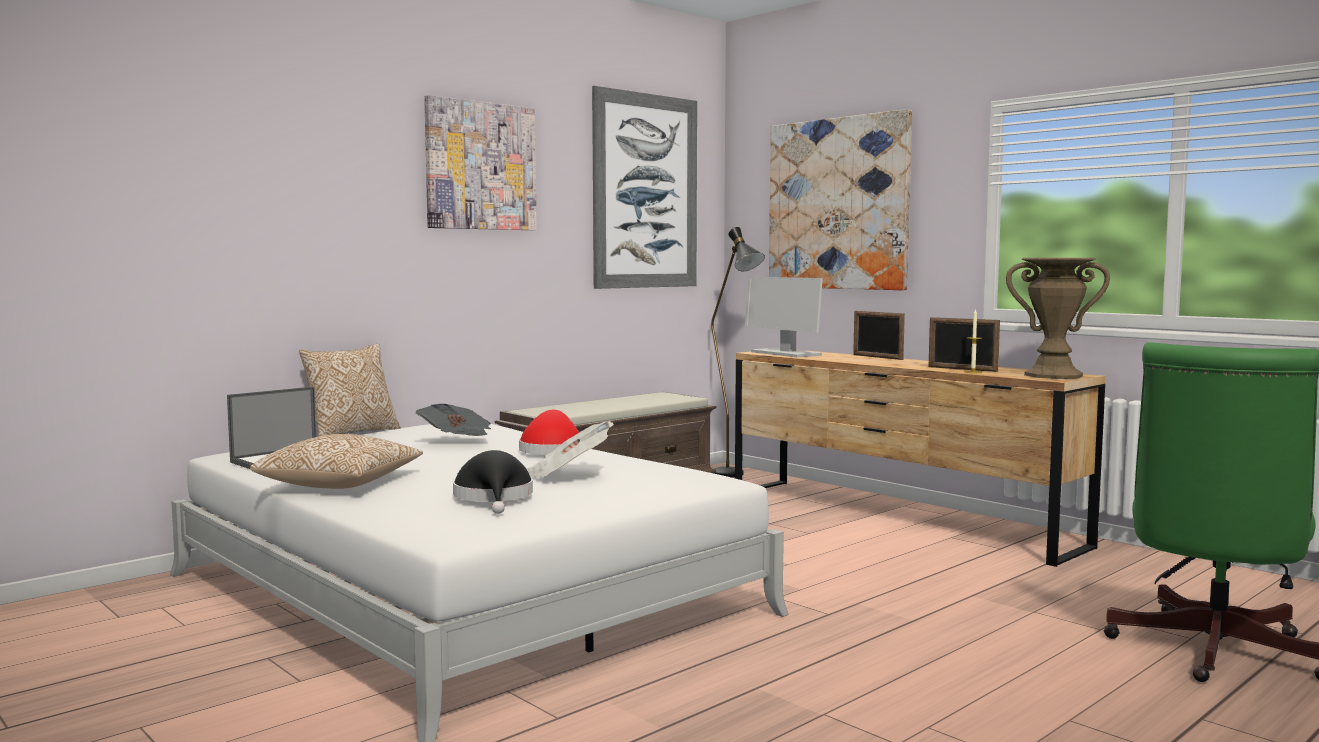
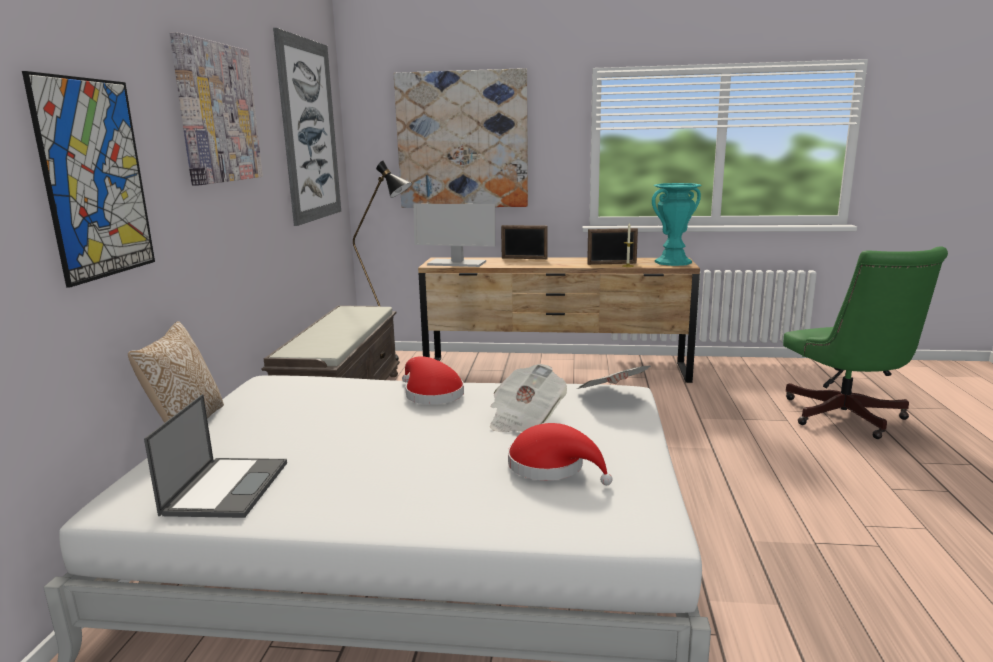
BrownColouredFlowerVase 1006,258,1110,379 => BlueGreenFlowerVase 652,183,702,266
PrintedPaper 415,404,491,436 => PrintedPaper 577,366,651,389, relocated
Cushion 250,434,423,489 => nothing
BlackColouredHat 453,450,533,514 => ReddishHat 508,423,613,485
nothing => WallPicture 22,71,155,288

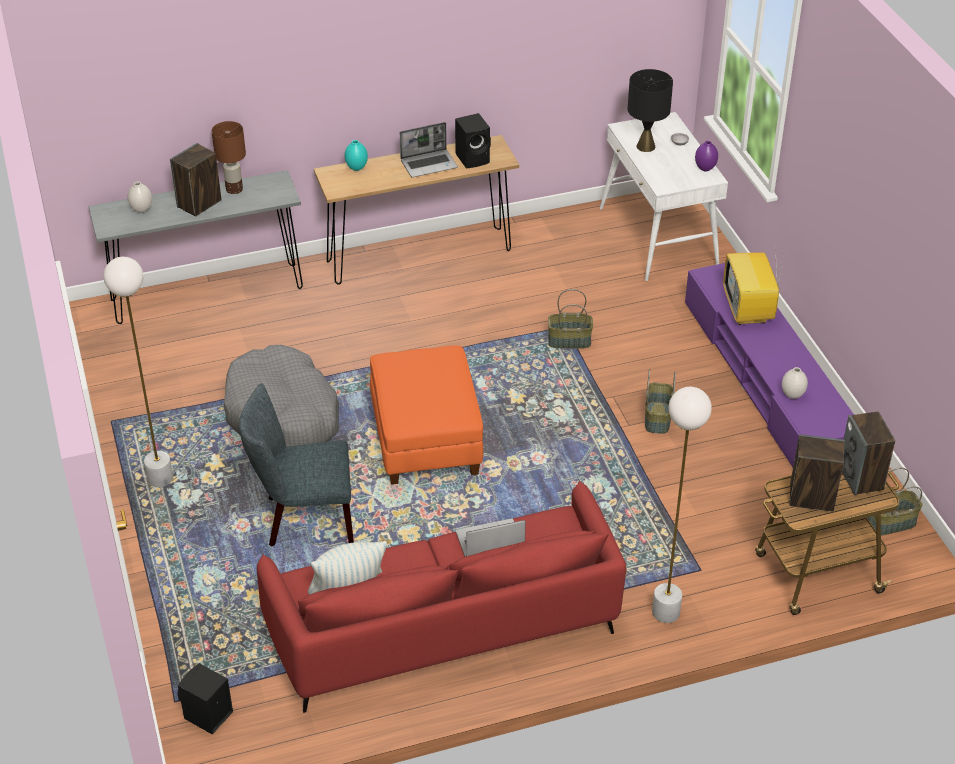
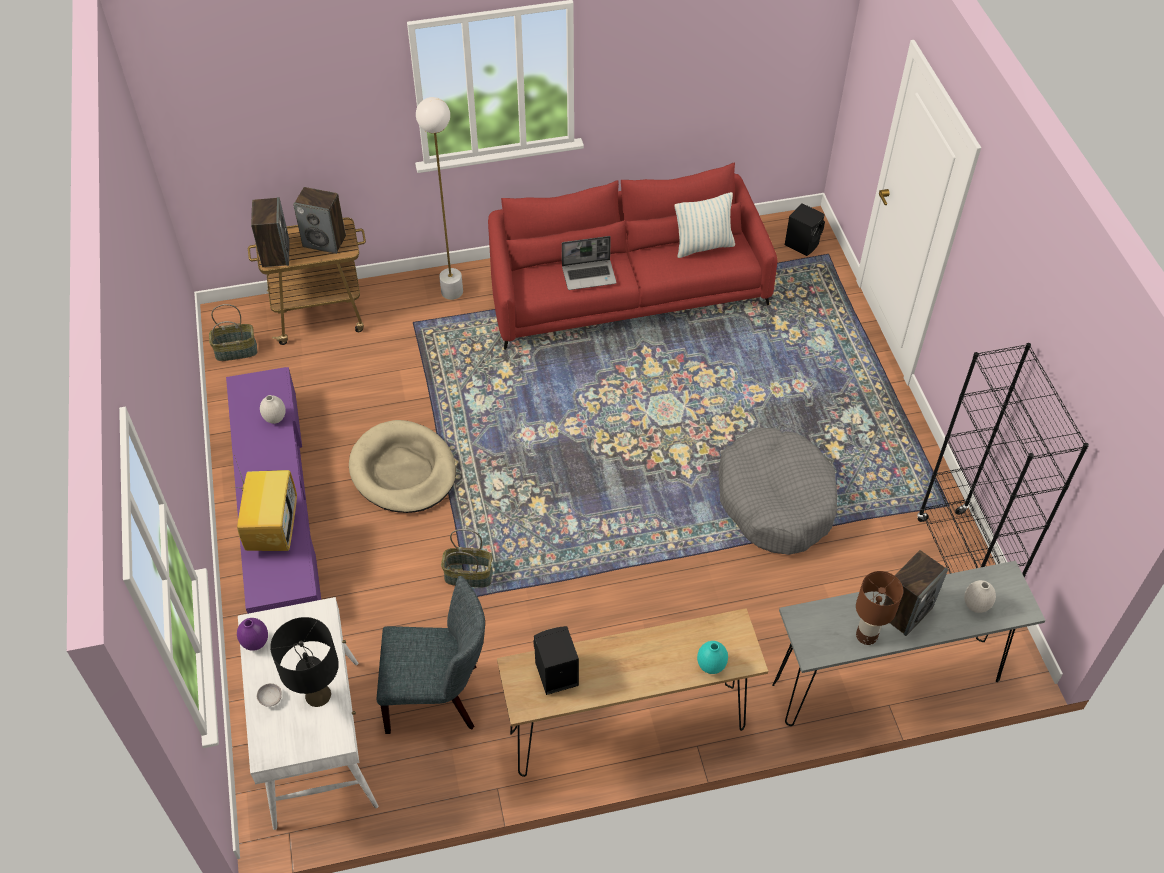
Laptop 400,122,458,177 => nothing
WhiteFloorLamp 103,257,173,487 => nothing
OrangePouffe 370,345,483,485 => nothing
StorageBasket 645,369,676,434 => SandColouredDogBed 349,420,456,513
GrayChair 239,383,354,547 => GrayChair 377,576,485,734, relocated
nothing => BlackColouredShelvingUnit 917,343,1089,577

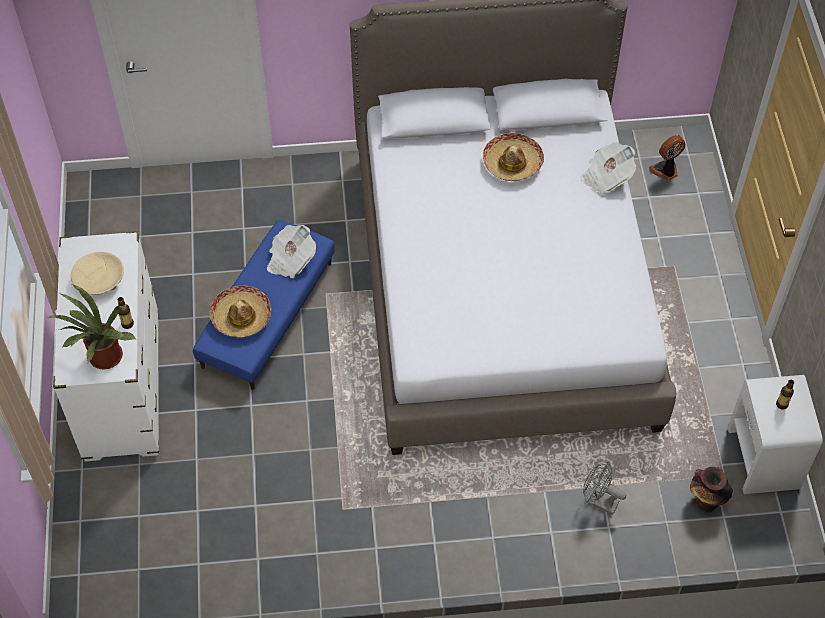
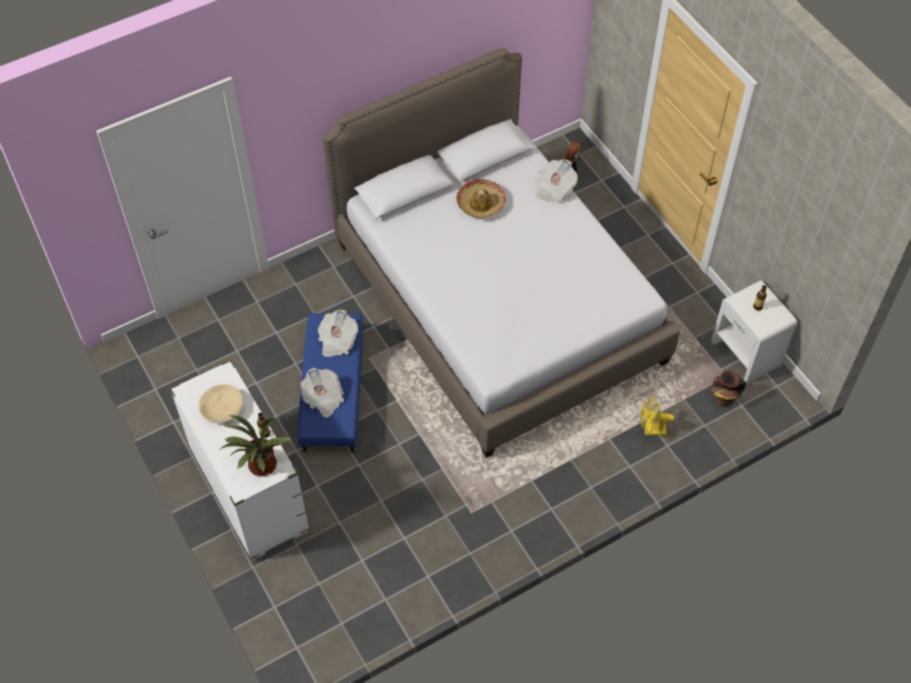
Hat 210,285,271,337 => PrintedPaper 300,368,344,417
GrayElectricFan 583,461,626,515 => YellowColouredElectricFan 640,397,674,436

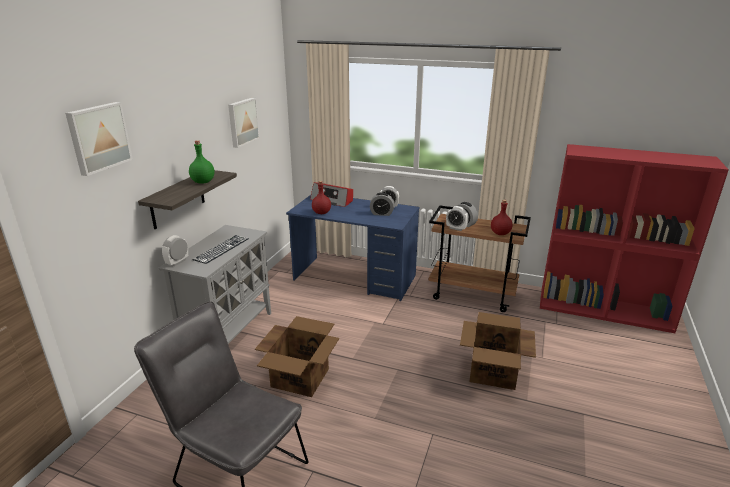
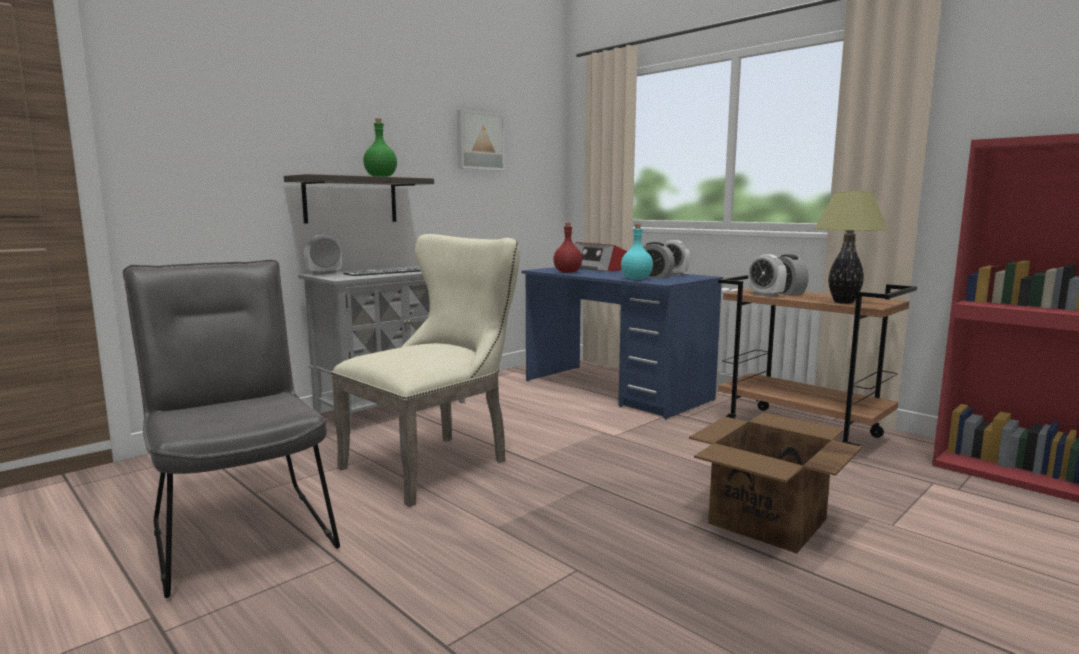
WallPicture 65,102,133,176 => nothing
ReddishBottle 491,200,512,235 => TabletopLamp 814,191,888,304
PackingBox 255,316,339,397 => SandColouredChair 331,234,520,507
nothing => BlueGreenBottle 621,224,653,280

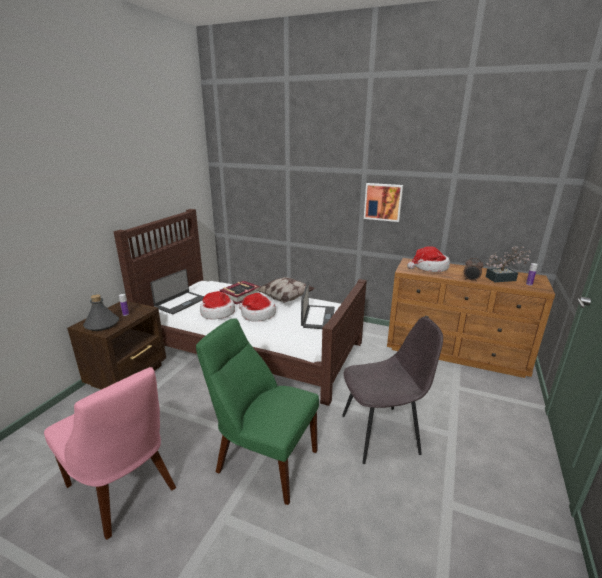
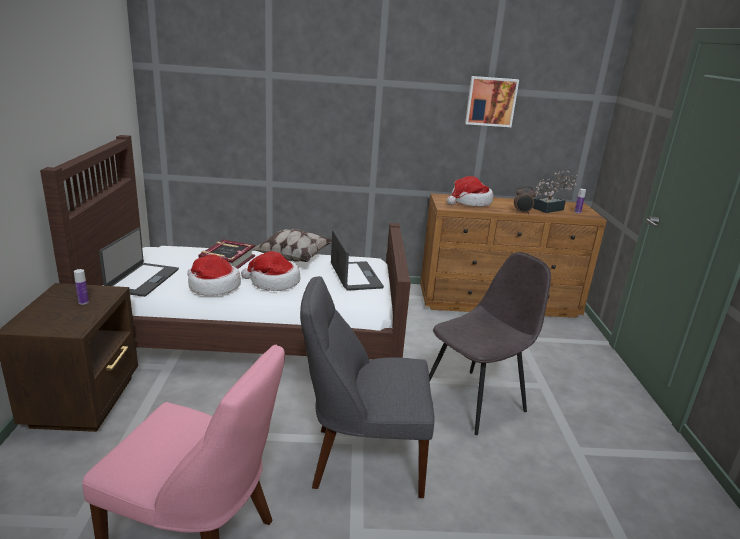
WallPicture 364,183,403,222 => WallPicture 465,76,519,127, relocated
GrayBottle 83,294,119,331 => nothing
GreenChair 196,318,319,505 => GrayChair 300,276,435,498

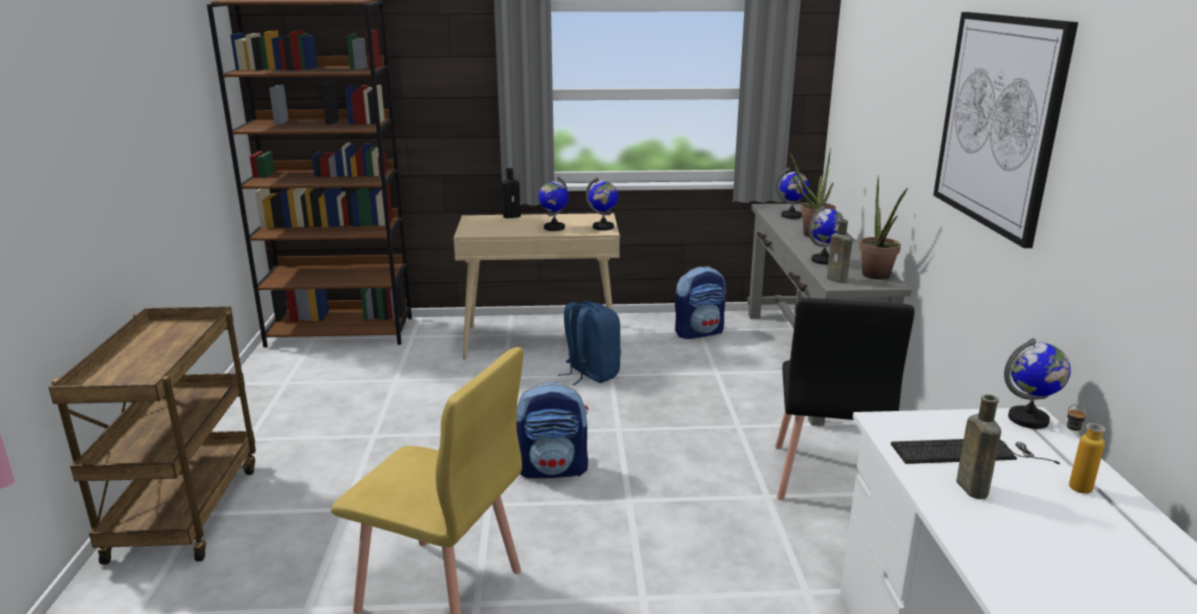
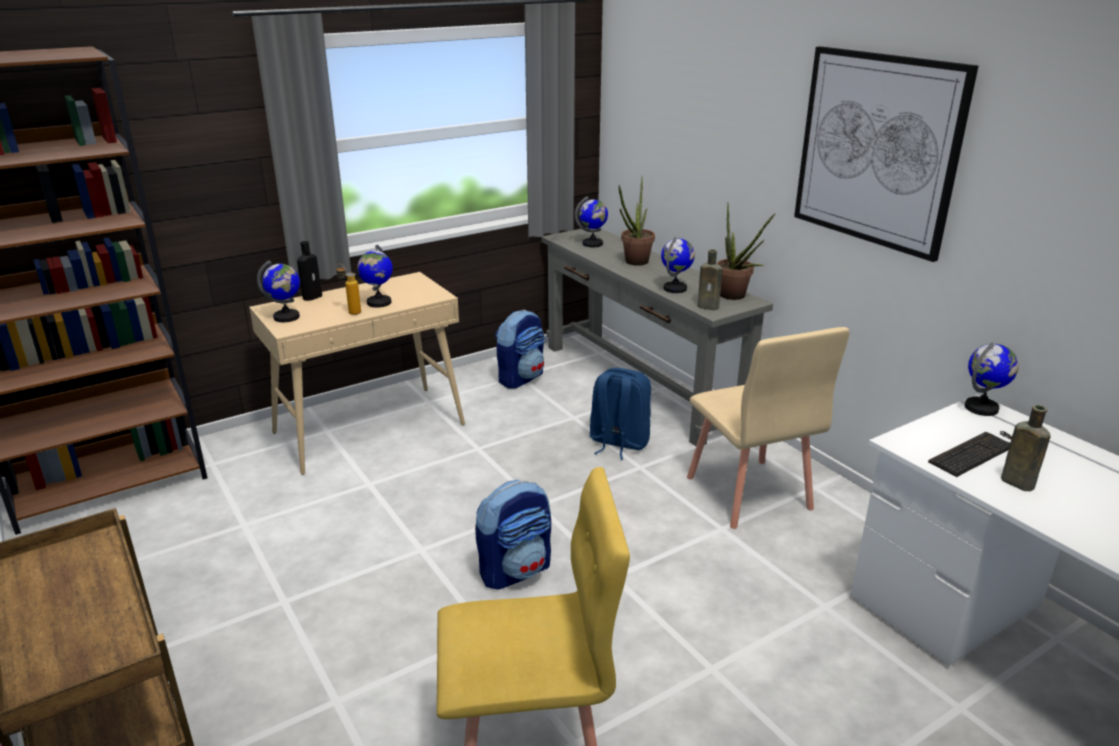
Globe 586,177,618,230 => Globe 257,260,300,322, relocated
BlackColouredChair 775,298,914,500 => SandColouredChair 687,327,850,529
BluishKnapsack 558,301,621,385 => BluishKnapsack 590,368,651,460, relocated
Bottle 1067,404,1105,494 => Bottle 336,264,361,315, relocated

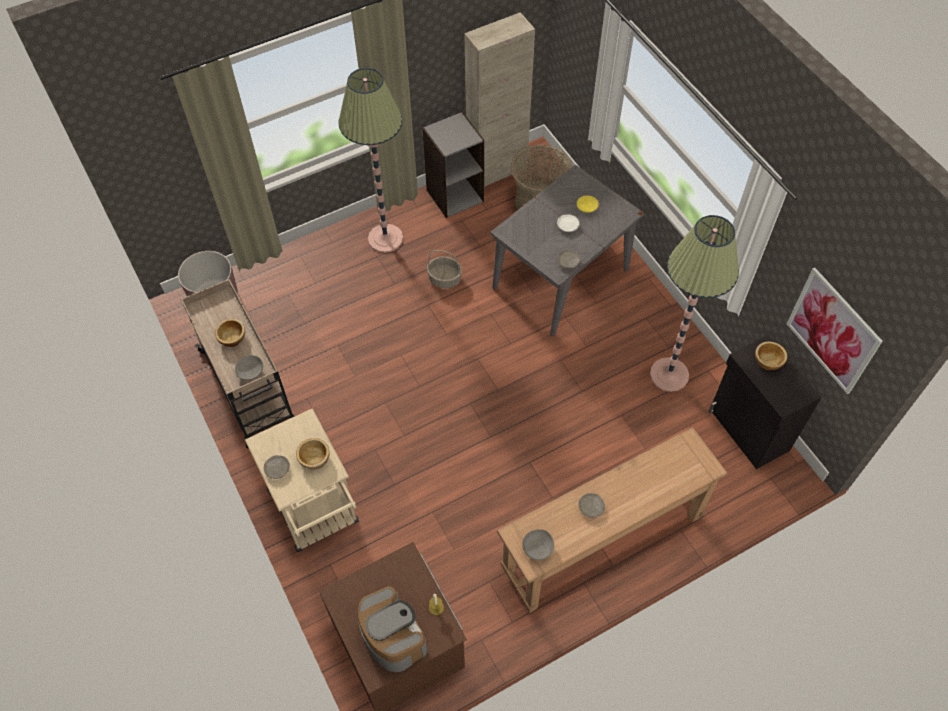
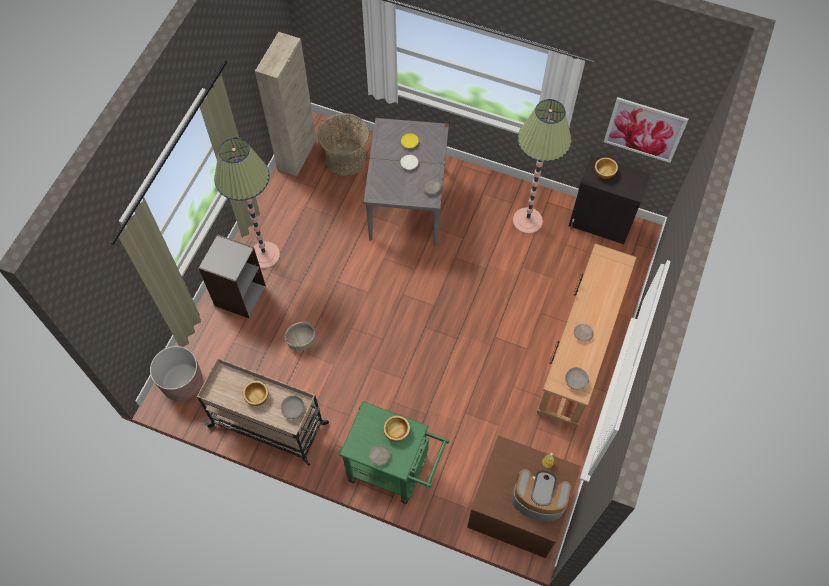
GrayShelvingUnit 422,112,484,218 => GrayShelvingUnit 198,234,266,318, relocated
StorageBasket 427,250,462,288 => StorageBasket 284,322,315,351, relocated
SandColouredWheeledCart 245,408,359,552 => GreenWheeledCart 339,401,450,504

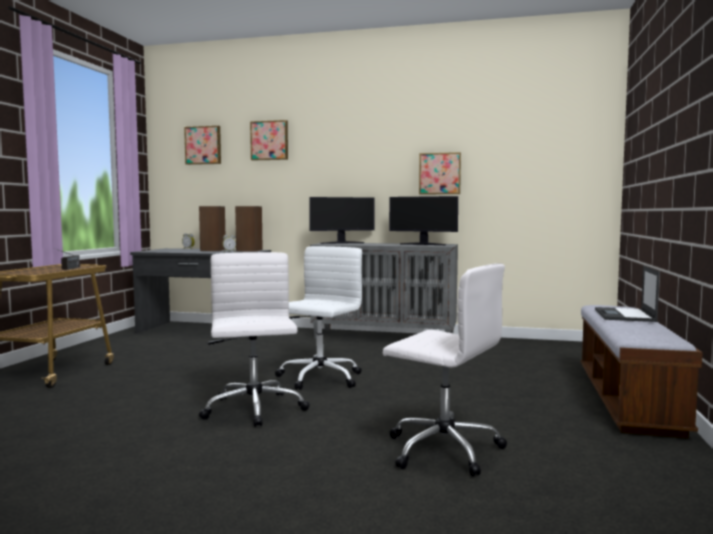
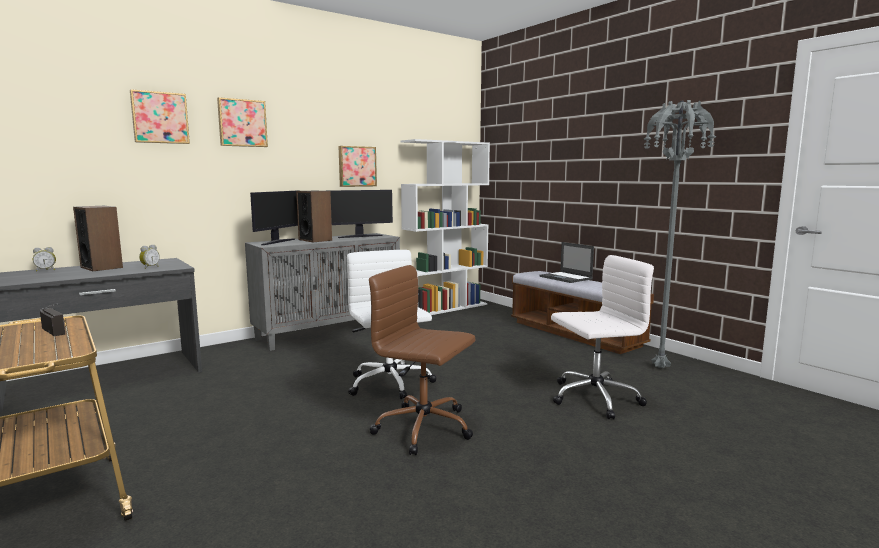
WallPicture 184,126,221,165 => WallPicture 217,97,268,147, relocated
Loudspeaker 235,206,263,252 => Loudspeaker 296,191,332,242, relocated
WhiteOfficeChair 199,252,310,427 => BrownColouredOfficeChair 369,265,476,455
nothing => GrayFloorLamp 644,100,716,368
nothing => WhiteShelvingUnit 400,139,490,315

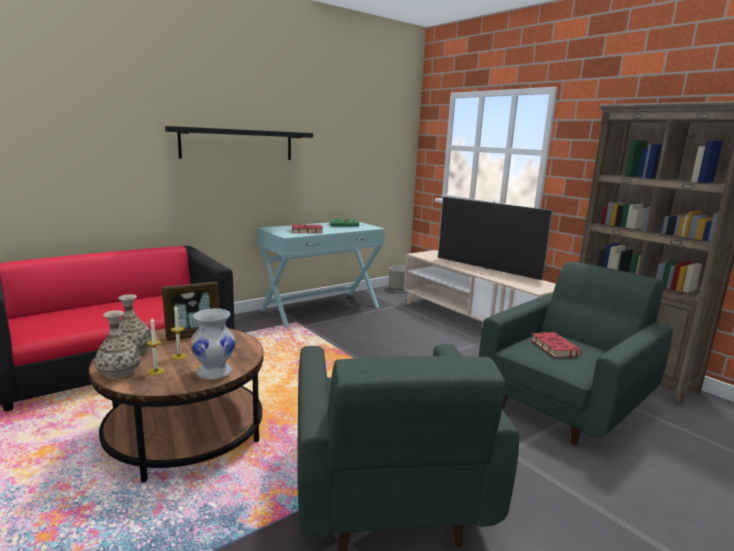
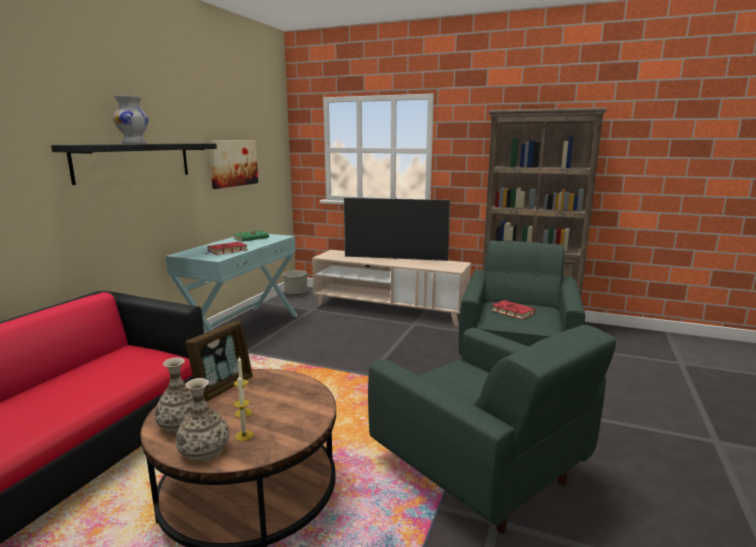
WhiteFlowerVase 190,309,236,380 => WhiteFlowerVase 113,96,148,144, relocated
nothing => WallPicture 208,140,258,189

